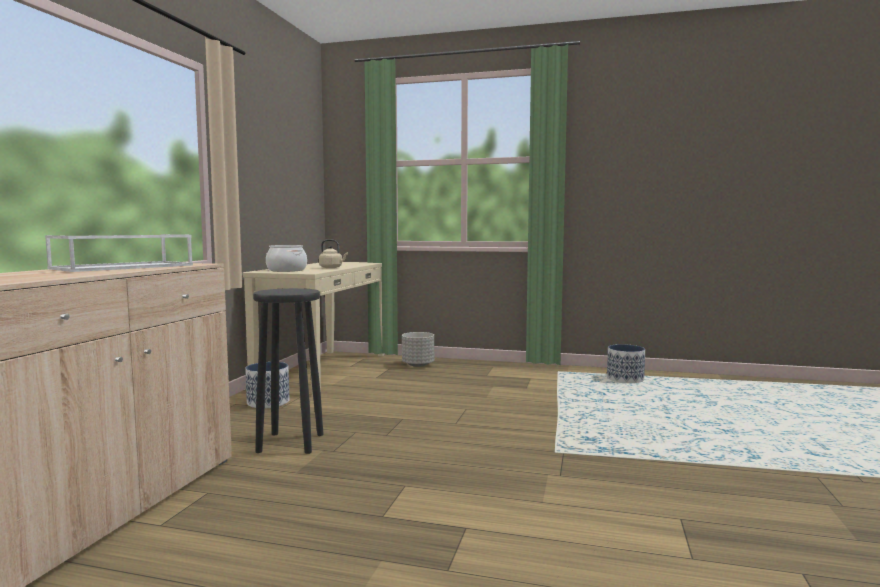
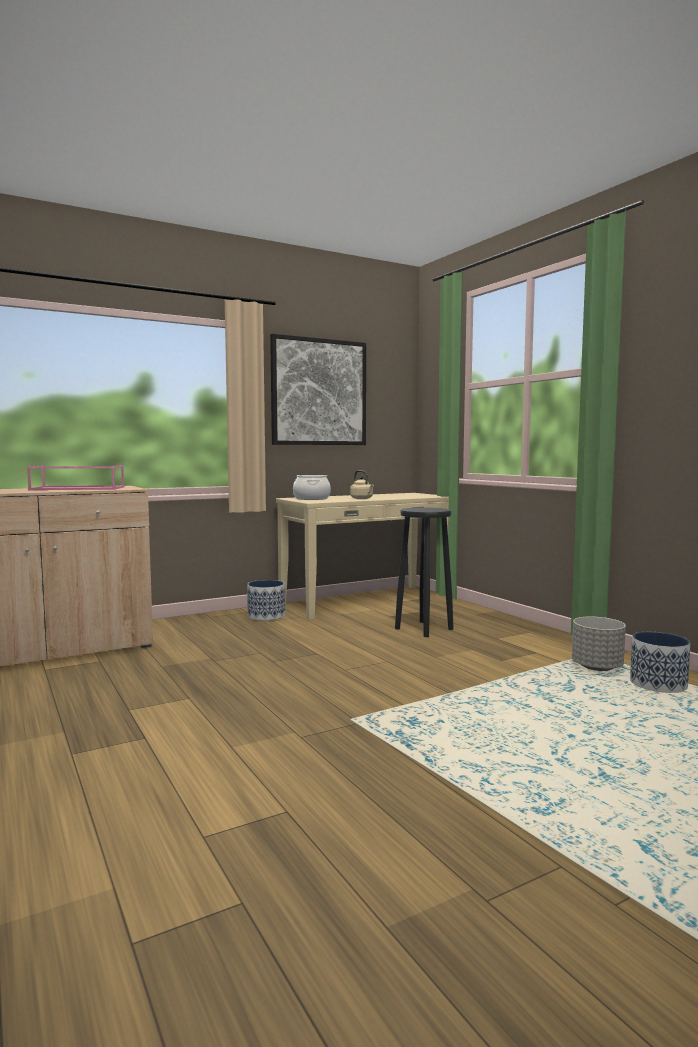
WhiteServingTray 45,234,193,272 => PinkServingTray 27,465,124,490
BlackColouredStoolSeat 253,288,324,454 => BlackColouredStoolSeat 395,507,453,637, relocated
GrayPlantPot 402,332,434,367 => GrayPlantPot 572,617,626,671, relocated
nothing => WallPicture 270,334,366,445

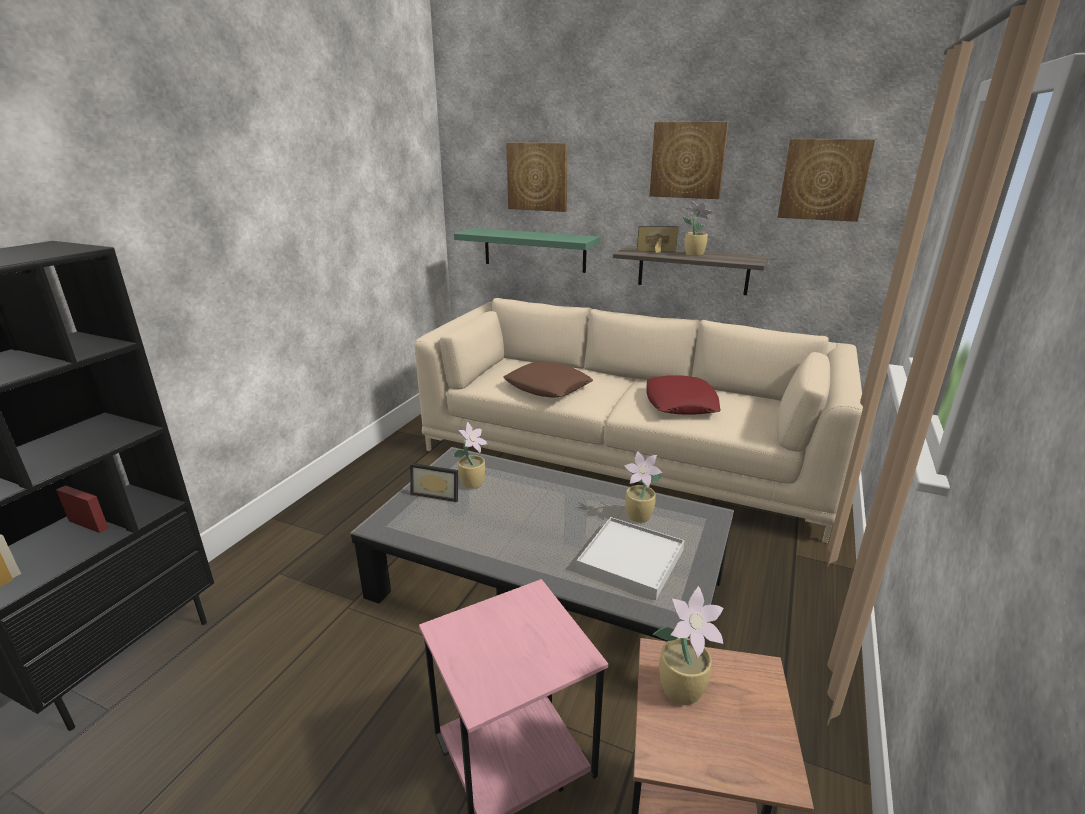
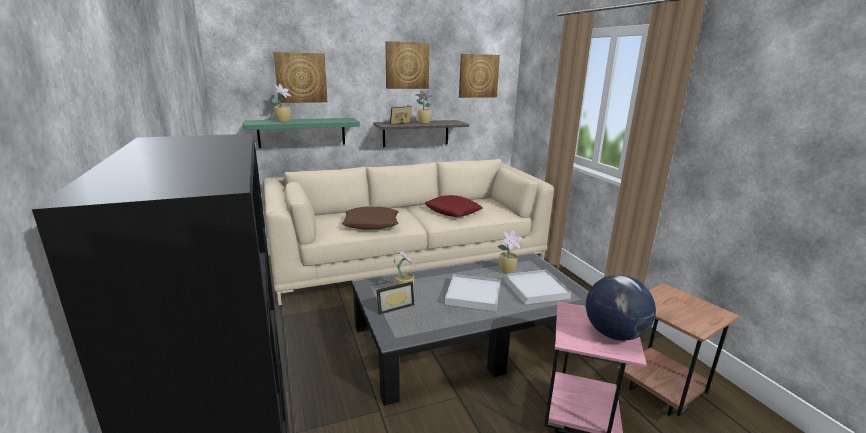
PlantInAPot 653,586,723,705 => PlantInAPot 271,84,291,122, relocated
nothing => WhiteServingTray 445,274,500,311
nothing => Globe 586,275,656,341

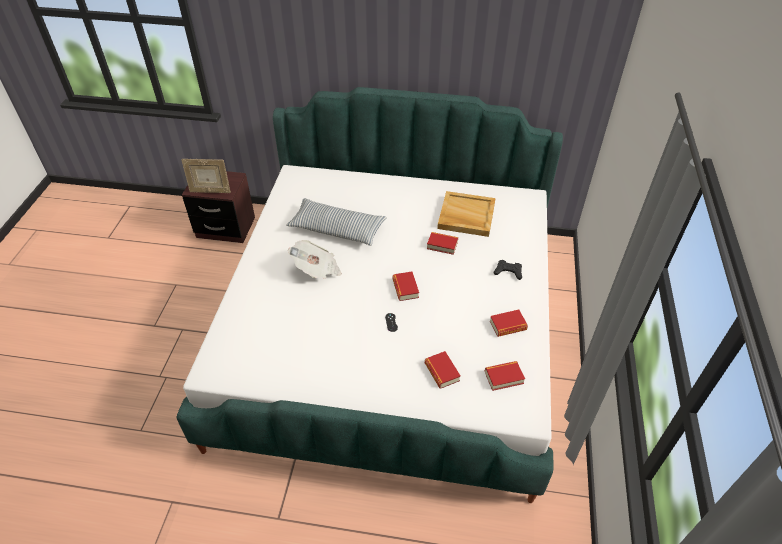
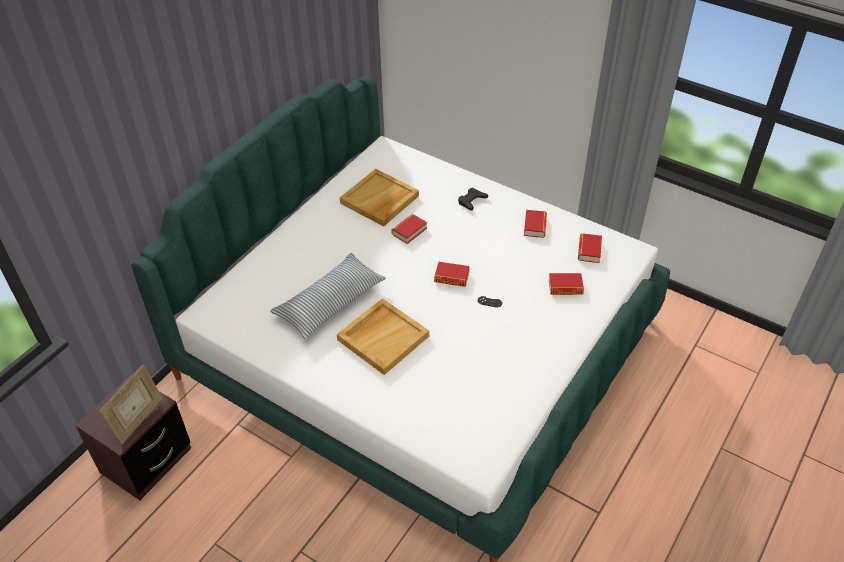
PrintedPaper 288,240,342,279 => SandColouredServingTray 337,298,429,375

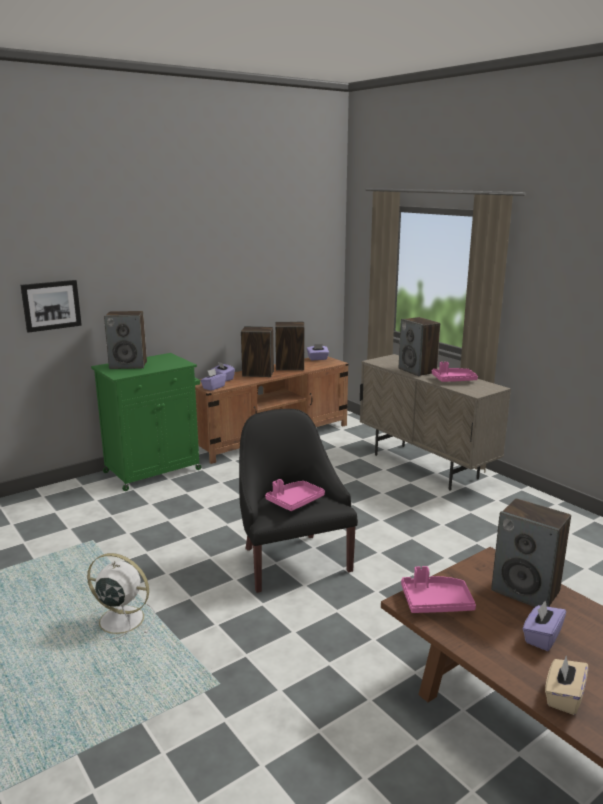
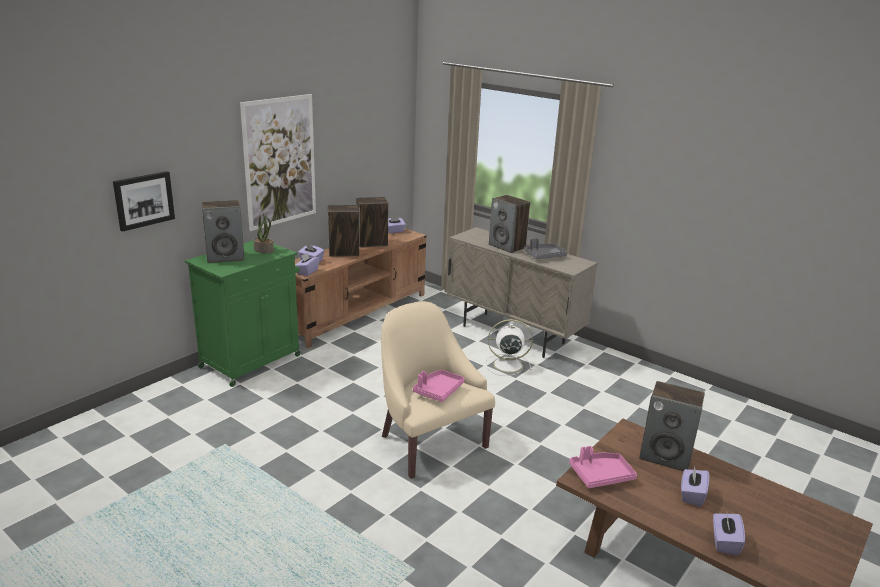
PinkServingTray 432,362,478,382 => GrayServingTray 524,238,567,259
BlackColouredArmchair 239,409,358,593 => SandColouredArmchair 381,302,495,479
WhiteElectricFan 85,553,155,640 => WhiteElectricFan 486,319,533,376, relocated
SandColouredBoxOfTissues 545,656,588,715 => PurpleBoxOfTissues 713,513,745,556
nothing => WallPicture 240,94,316,231
nothing => PlantInAPot 253,213,274,254

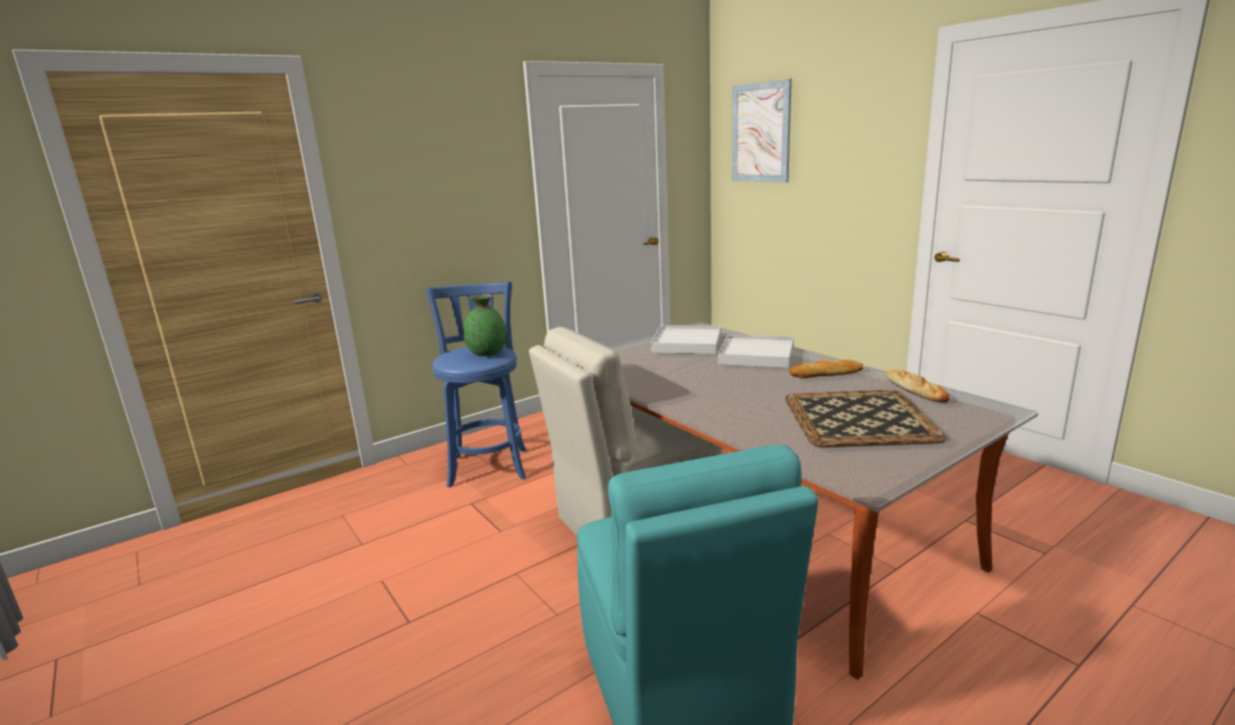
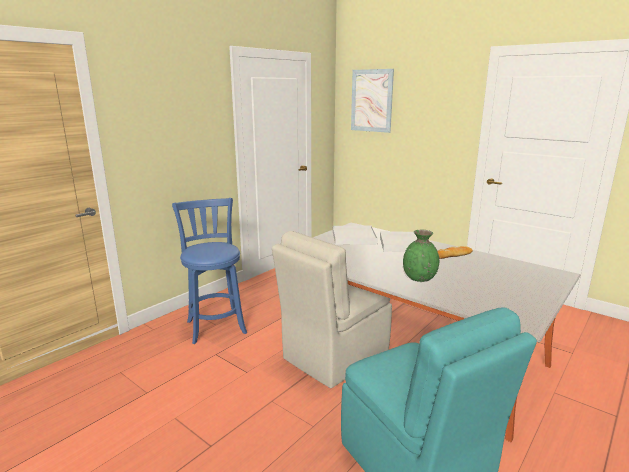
GreenFlowerVase 463,294,506,356 => GreenFlowerVase 403,230,439,282, relocated
Bread 886,370,949,403 => nothing
ServingTray 785,390,946,447 => nothing

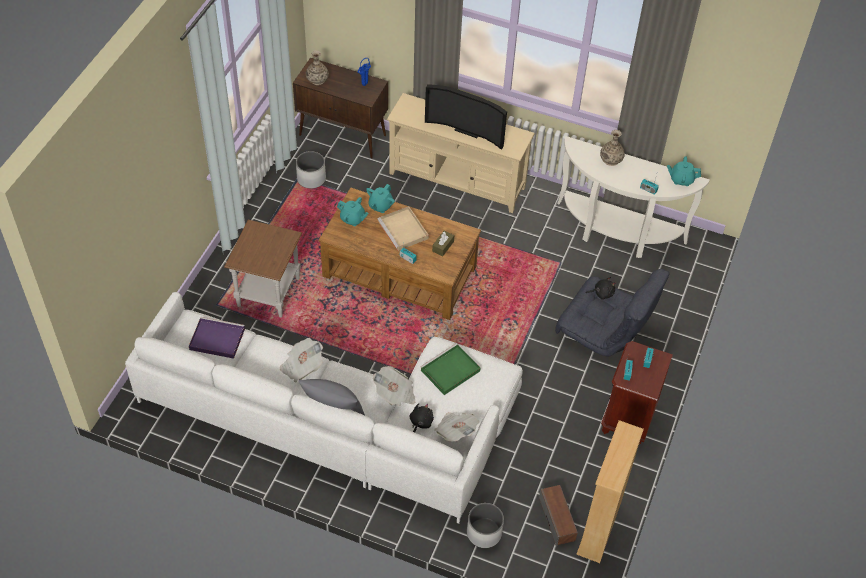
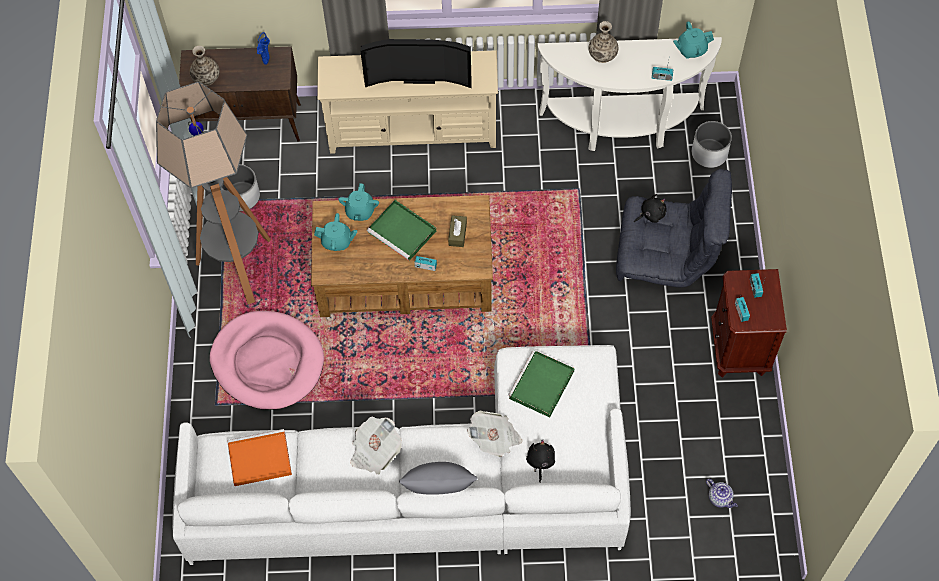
SandColouredServingTray 378,206,429,251 => GreenServingTray 367,200,436,261
BrownColouredEndTable 224,220,302,318 => PinkDogBed 210,311,324,410
PurpleServingTray 189,317,245,359 => OrangeServingTray 228,429,292,486
PrintedPaper 434,412,480,441 => nothing
SandColouredShelvingUnit 576,420,644,563 => nothing
Loudspeaker 539,485,578,546 => Teapot 706,479,738,508
WhitePlantPot 467,503,504,548 => WhitePlantPot 692,121,732,168, relocated
nothing => FloorLamp 156,82,271,304

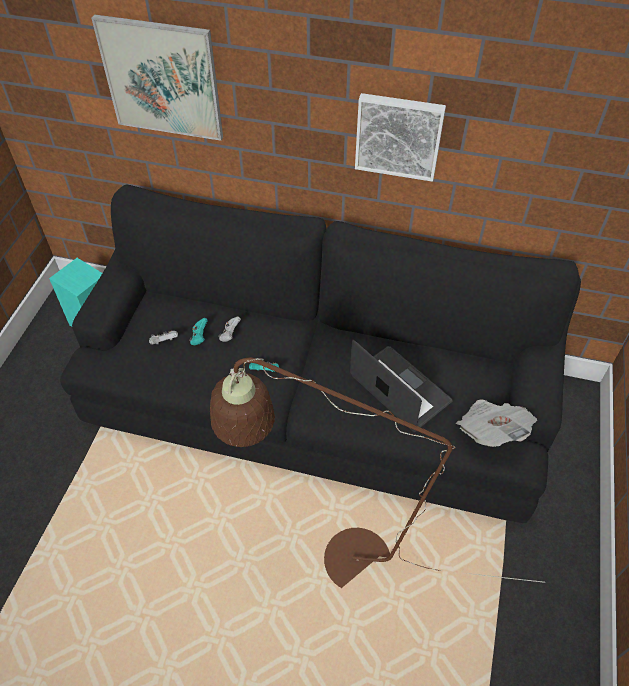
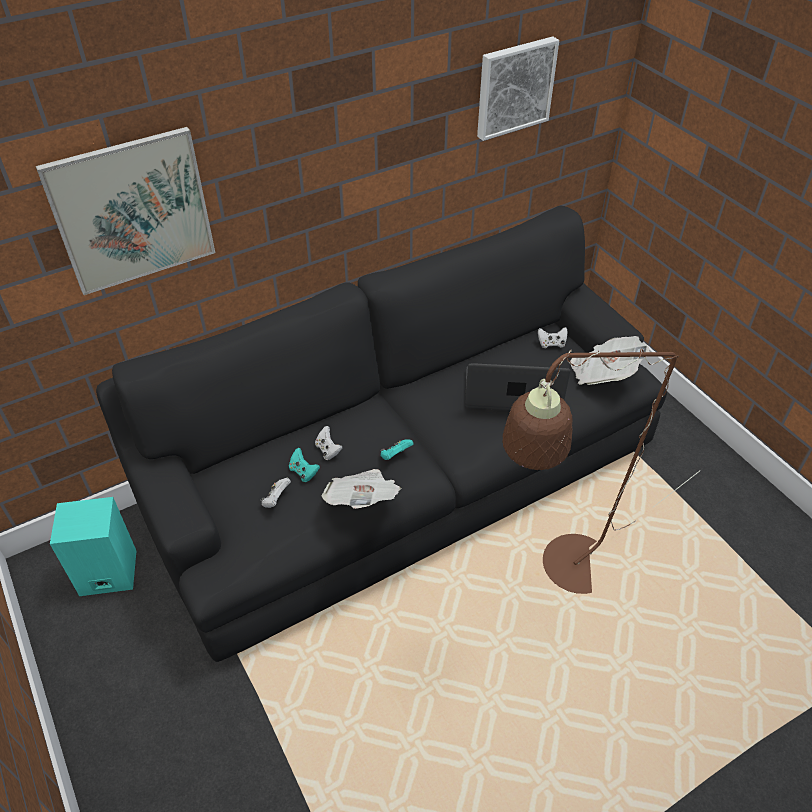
WallPicture 355,93,446,182 => WallPicture 477,36,559,141, relocated
nothing => WhiteJoypad 538,327,567,348
nothing => PrintedPaper 321,469,401,509

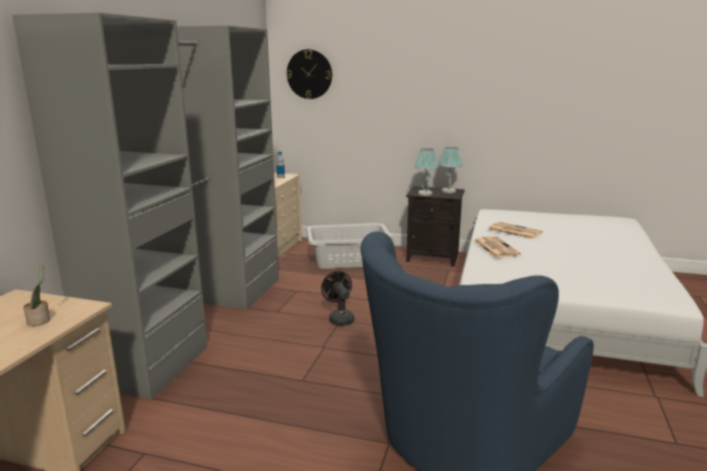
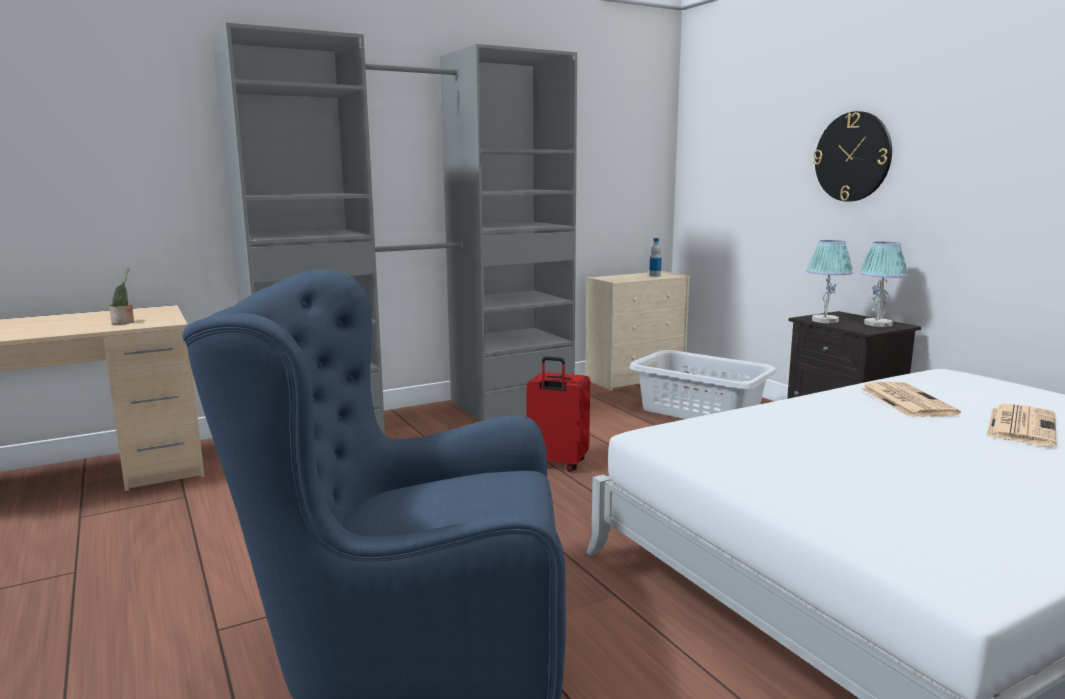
ClockOnTheWall 286,49,332,99 => ClockOnTheWall 813,111,892,202, relocated
PrintedPaper 474,236,521,258 => PrintedPaper 986,404,1056,446, relocated
BlackColouredElectricFan 321,271,354,326 => ReddishTravelCase 526,356,590,472

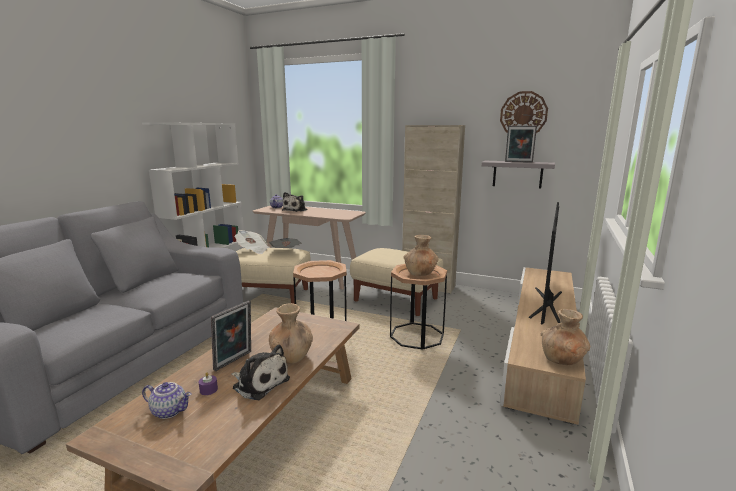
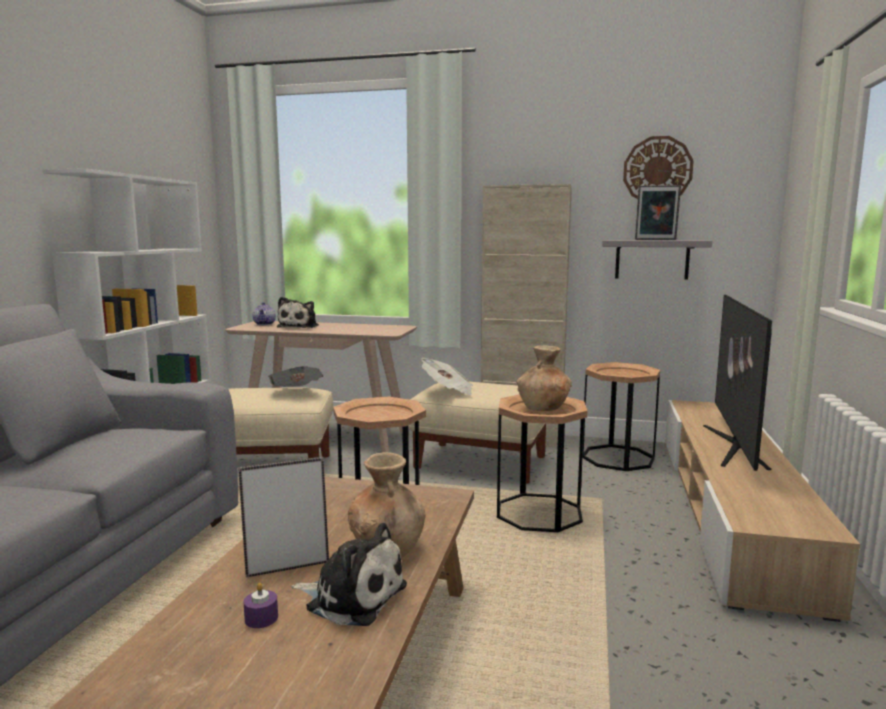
PrintedPaper 235,230,269,254 => PrintedPaper 421,358,473,395, relocated
PictureFrame 211,301,251,371 => PictureFrame 238,457,329,577, 135 degrees counterclockwise
BrownColouredFlowerVase 541,309,590,365 => nothing
Teapot 142,382,192,419 => nothing
nothing => BrownColouredEndTable 582,362,660,471

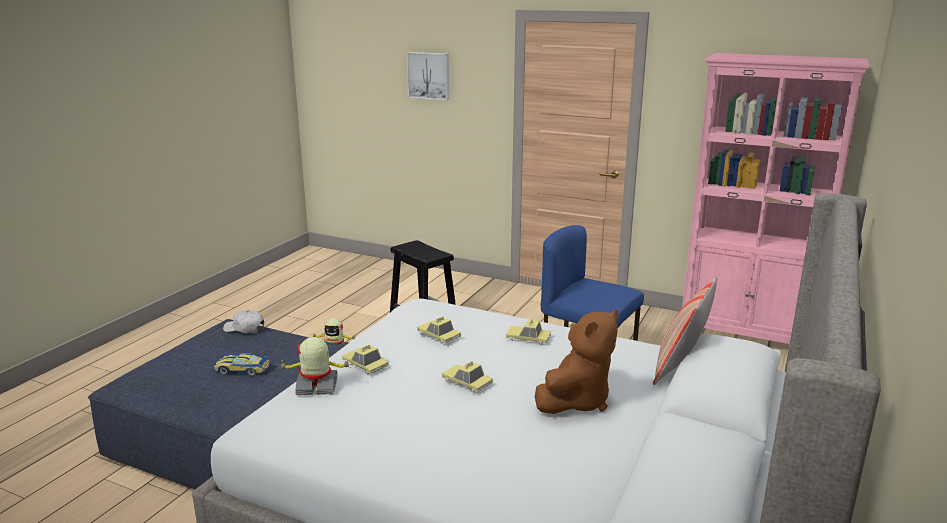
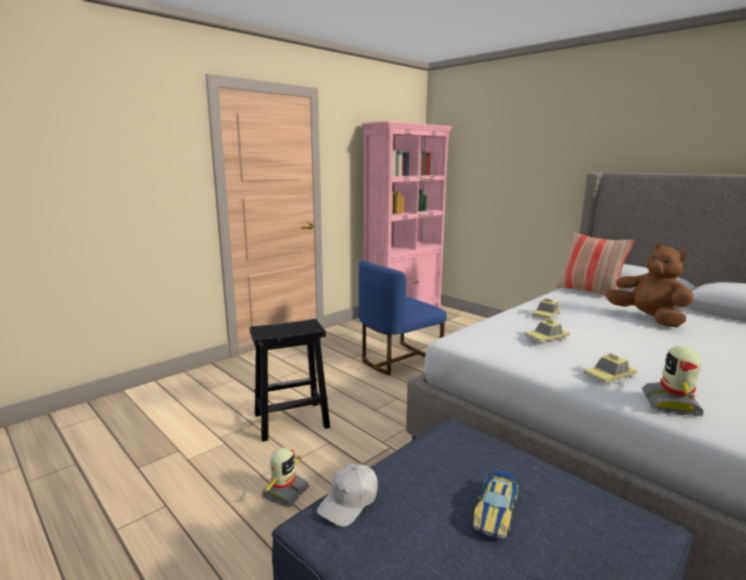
WallPicture 407,52,449,100 => nothing
ToyCar 442,361,493,393 => nothing

